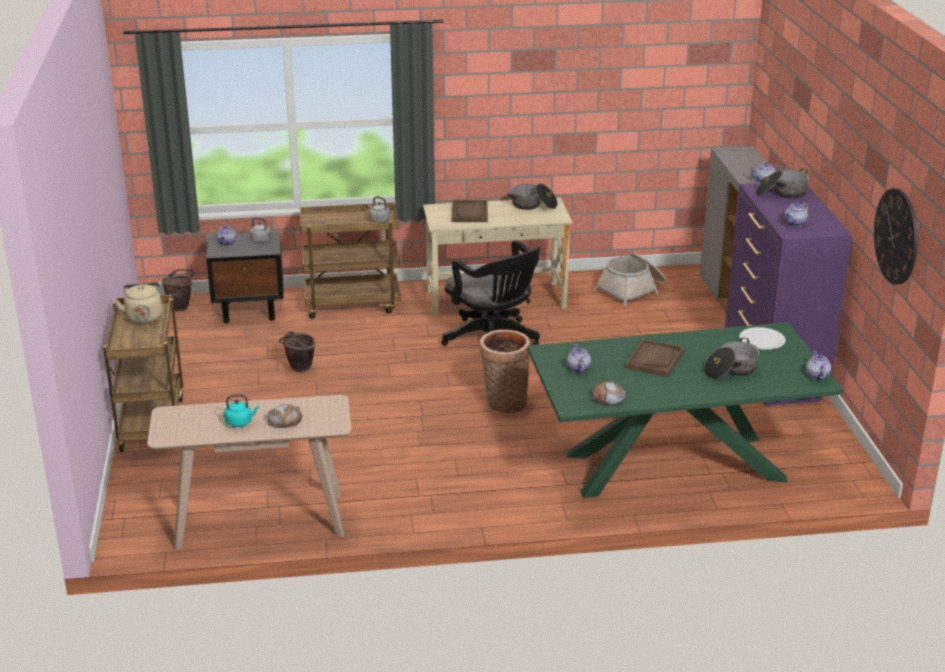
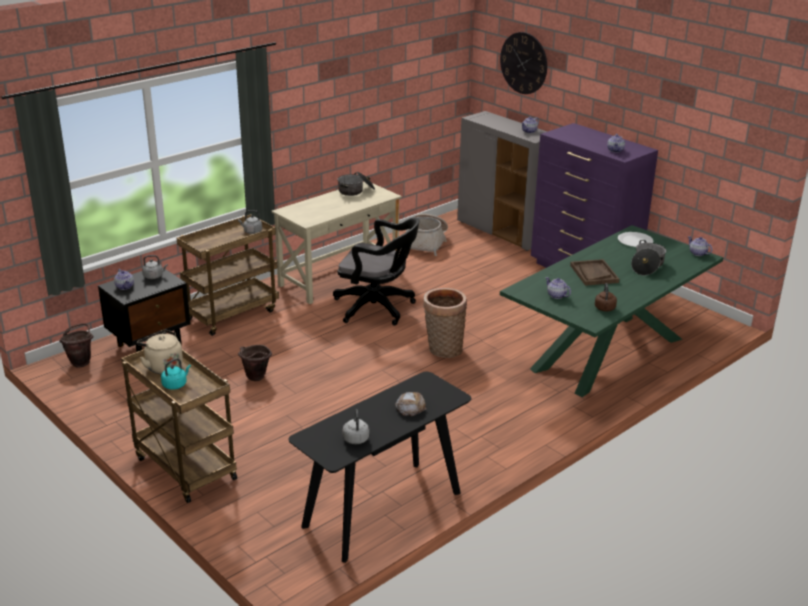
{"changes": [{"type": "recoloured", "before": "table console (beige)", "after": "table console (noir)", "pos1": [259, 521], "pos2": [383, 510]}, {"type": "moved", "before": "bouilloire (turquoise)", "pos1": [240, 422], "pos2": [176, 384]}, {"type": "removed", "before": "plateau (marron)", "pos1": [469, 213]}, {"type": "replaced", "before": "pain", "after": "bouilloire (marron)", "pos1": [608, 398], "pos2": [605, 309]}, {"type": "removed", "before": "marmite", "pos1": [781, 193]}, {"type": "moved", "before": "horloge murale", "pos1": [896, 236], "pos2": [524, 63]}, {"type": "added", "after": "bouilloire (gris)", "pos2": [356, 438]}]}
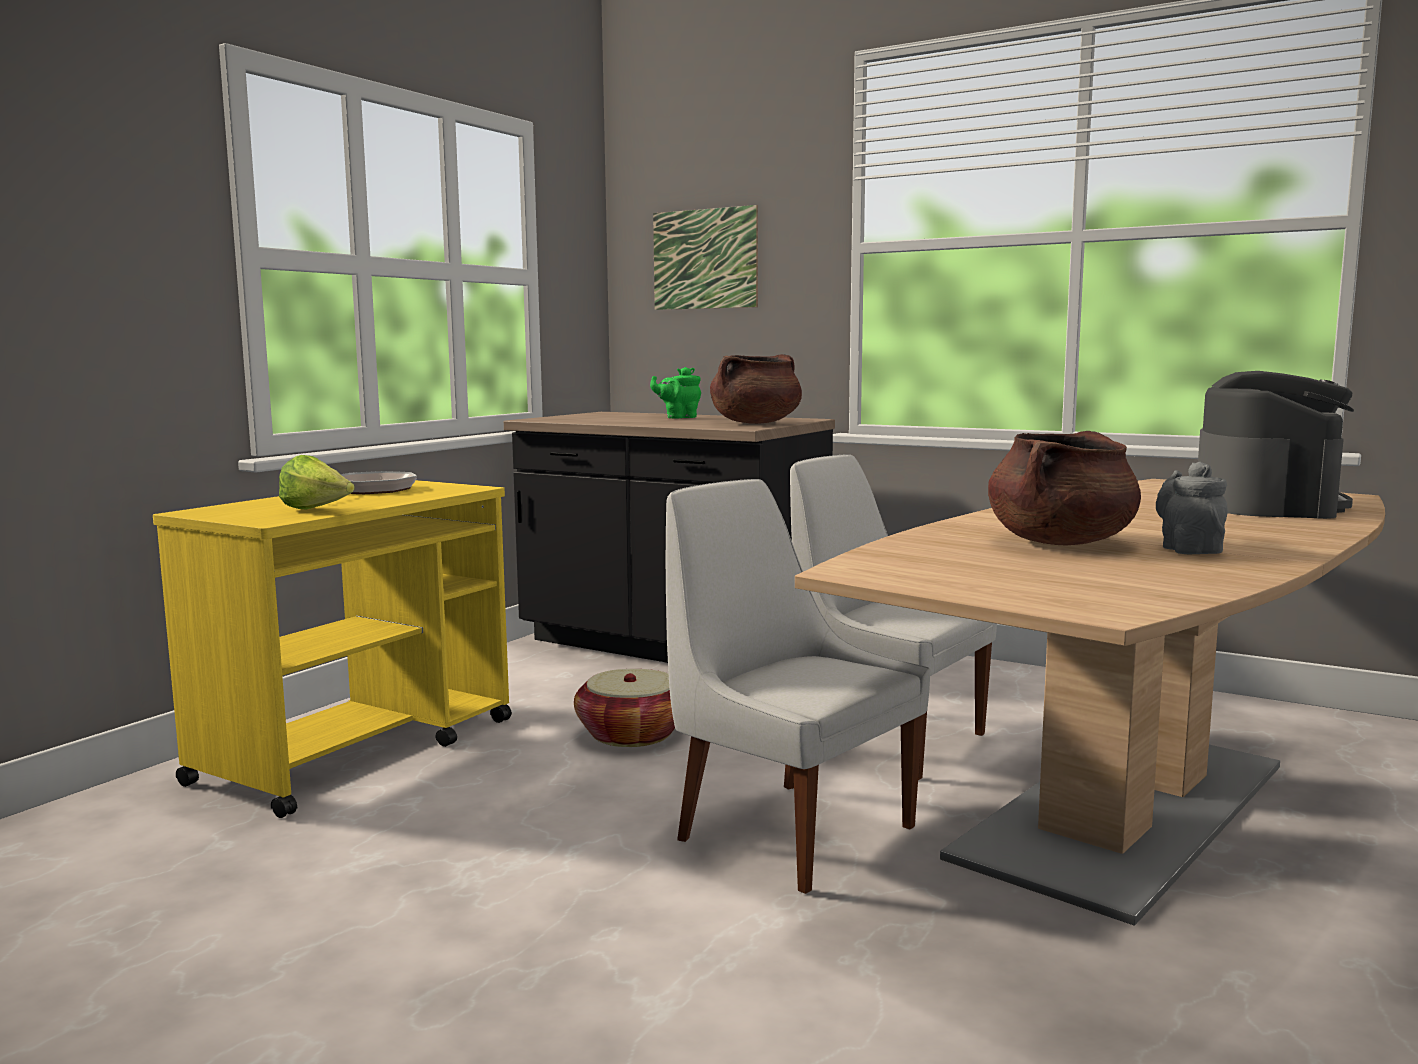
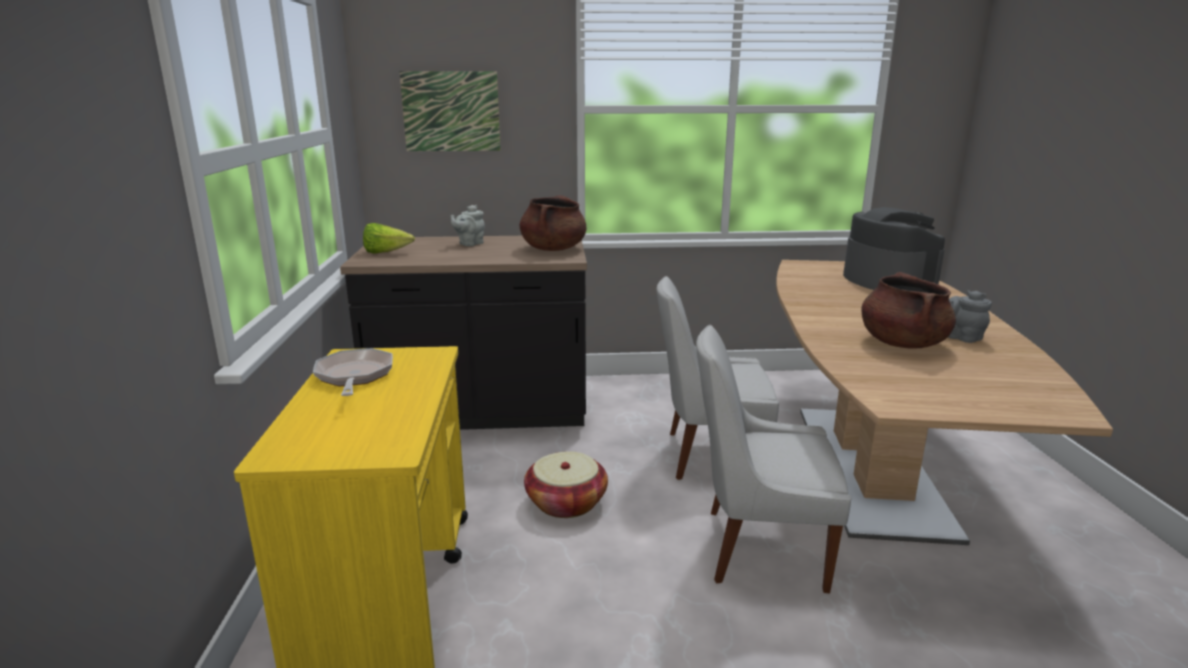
{"changes": [{"type": "moved", "before": "laitue", "pos1": [318, 510], "pos2": [386, 253]}, {"type": "recoloured", "before": "théière (vert)", "after": "théière (gris)", "pos1": [678, 417], "pos2": [469, 244]}]}
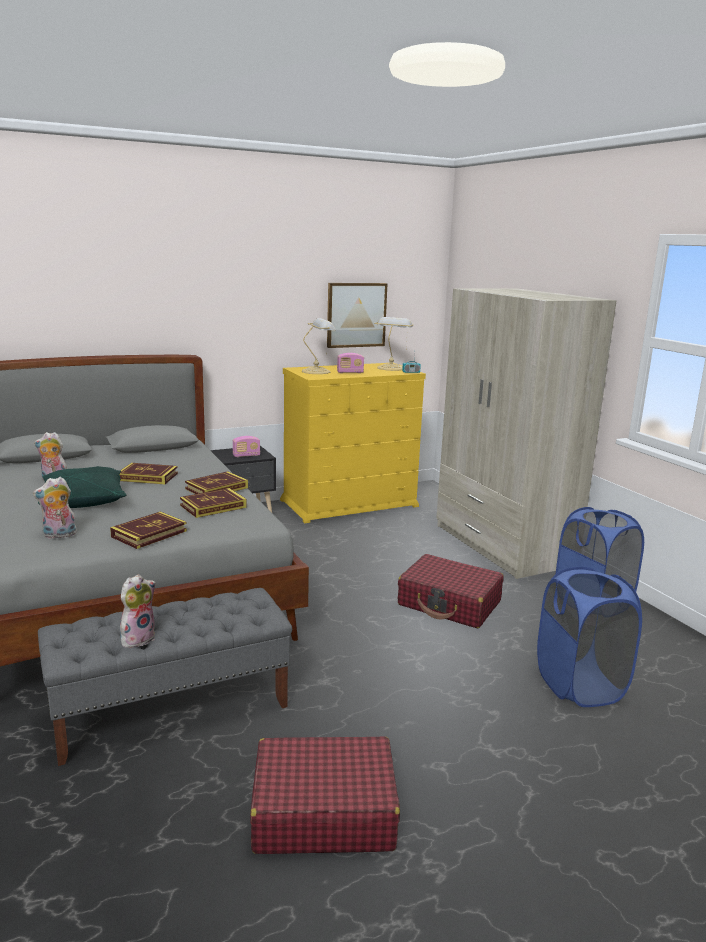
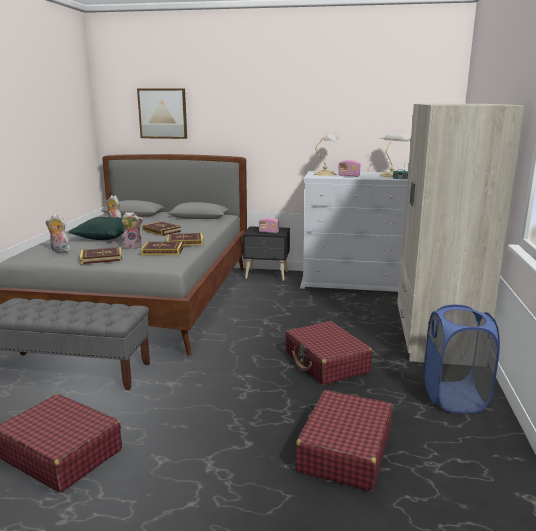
{"changes": [{"type": "moved", "before": "peluche", "pos1": [138, 638], "pos2": [133, 247]}, {"type": "recoloured", "before": "commode (jaune)", "after": "commode (blanc)", "pos1": [349, 503], "pos2": [351, 282]}, {"type": "moved", "before": "tableau", "pos1": [356, 315], "pos2": [163, 113]}, {"type": "replaced", "before": "panier à linge (bleu)", "after": "valise (rouge)", "pos1": [580, 685], "pos2": [344, 451]}]}
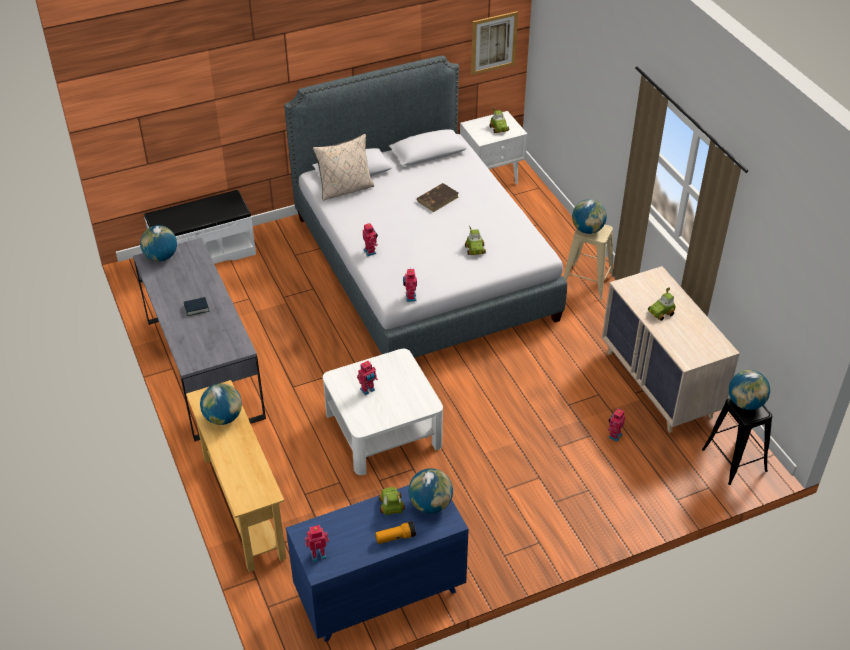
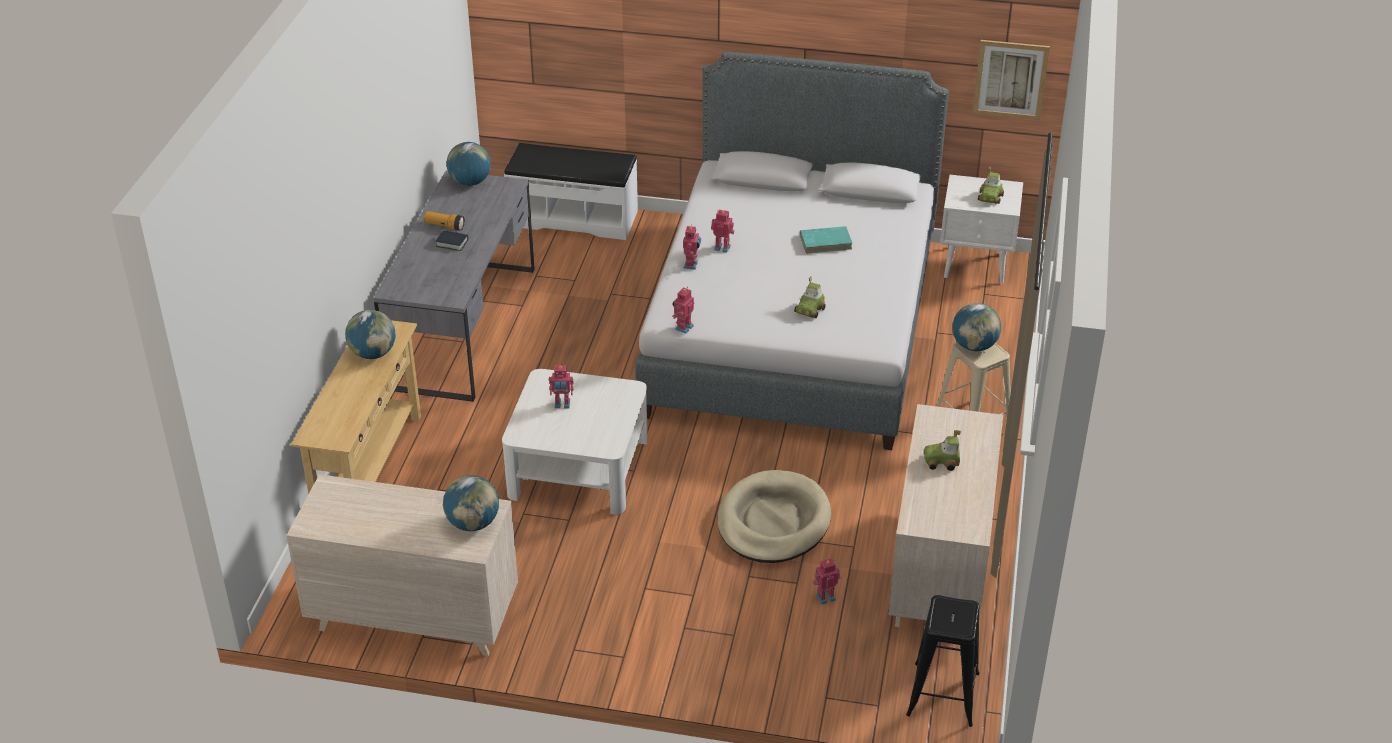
{"changes": [{"type": "recoloured", "before": "commode (bleu)", "after": "commode (beige)", "pos1": [379, 594], "pos2": [413, 617]}, {"type": "moved", "before": "robot jouet", "pos1": [318, 554], "pos2": [722, 247]}, {"type": "removed", "before": "coussin (beige)", "pos1": [345, 189]}, {"type": "moved", "before": "lampe de poche", "pos1": [395, 537], "pos2": [444, 226]}, {"type": "removed", "before": "petite voiture", "pos1": [391, 505]}, {"type": "recoloured", "before": "livre (marron)", "after": "livre (turquoise)", "pos1": [438, 199], "pos2": [826, 242]}, {"type": "removed", "before": "globe", "pos1": [745, 403]}, {"type": "added", "after": "panier pour chien (beige)", "pos2": [773, 522]}]}
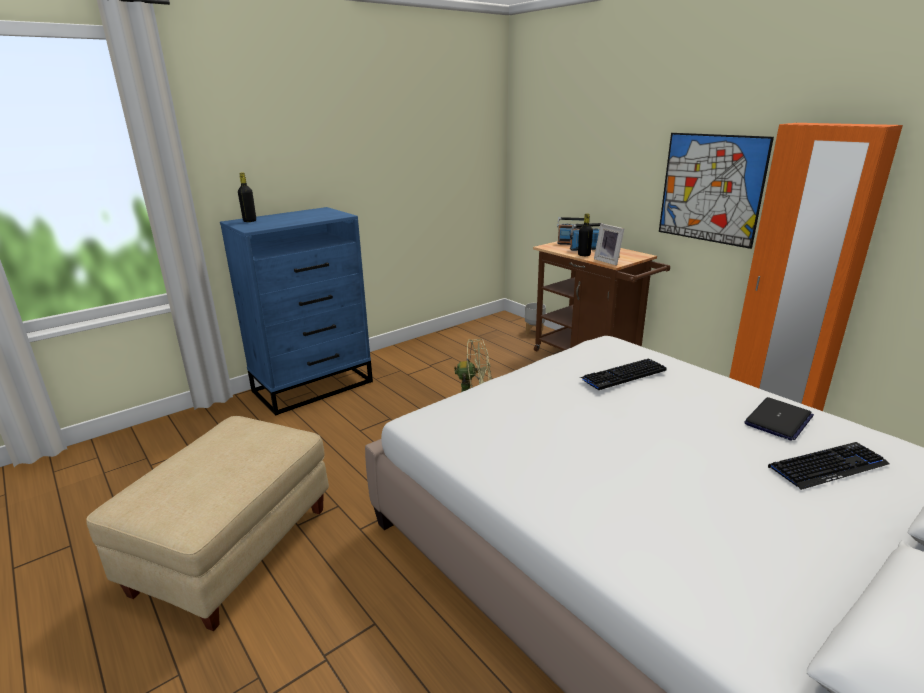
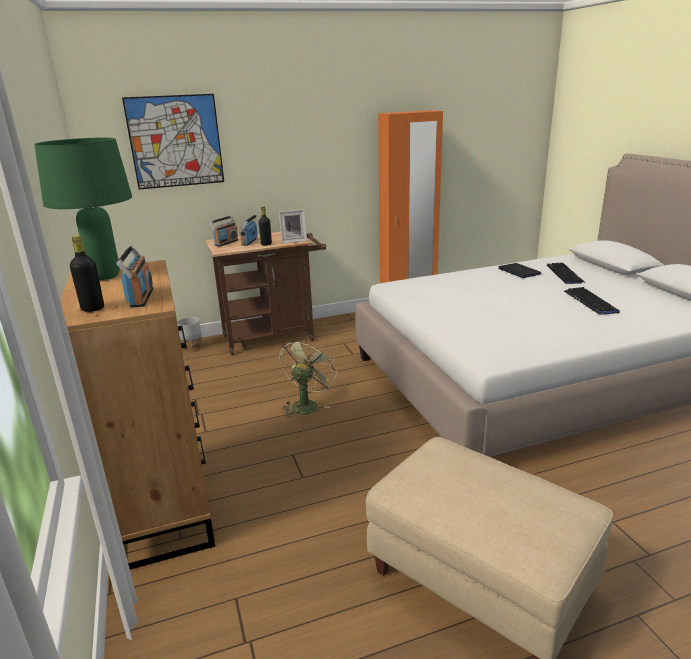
{"changes": [{"type": "recoloured", "before": "commode (bleu)", "after": "commode (marron)", "pos1": [314, 386], "pos2": [164, 506]}, {"type": "moved", "before": "clavier", "pos1": [623, 375], "pos2": [590, 302]}, {"type": "moved", "before": "tableau", "pos1": [711, 188], "pos2": [175, 141]}, {"type": "added", "after": "lampe de table (vert)", "pos2": [105, 277]}, {"type": "added", "after": "radio", "pos2": [141, 298]}]}
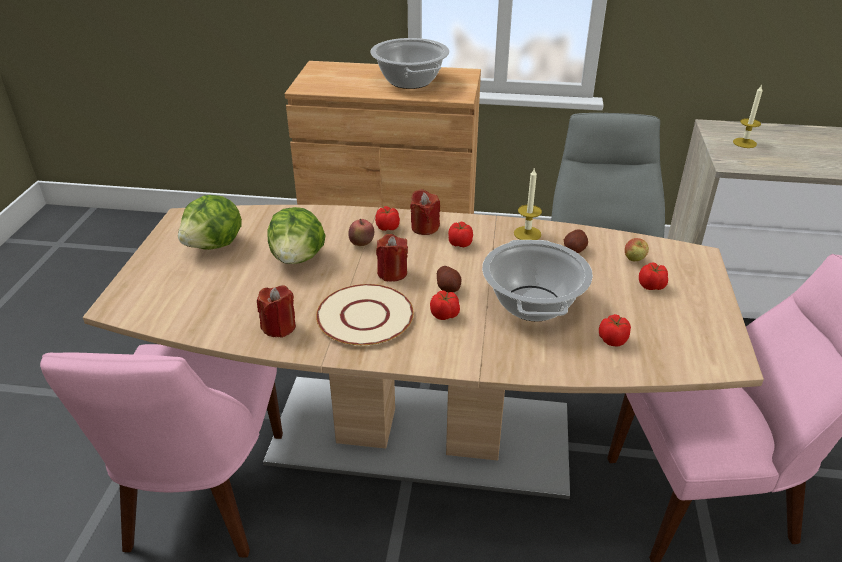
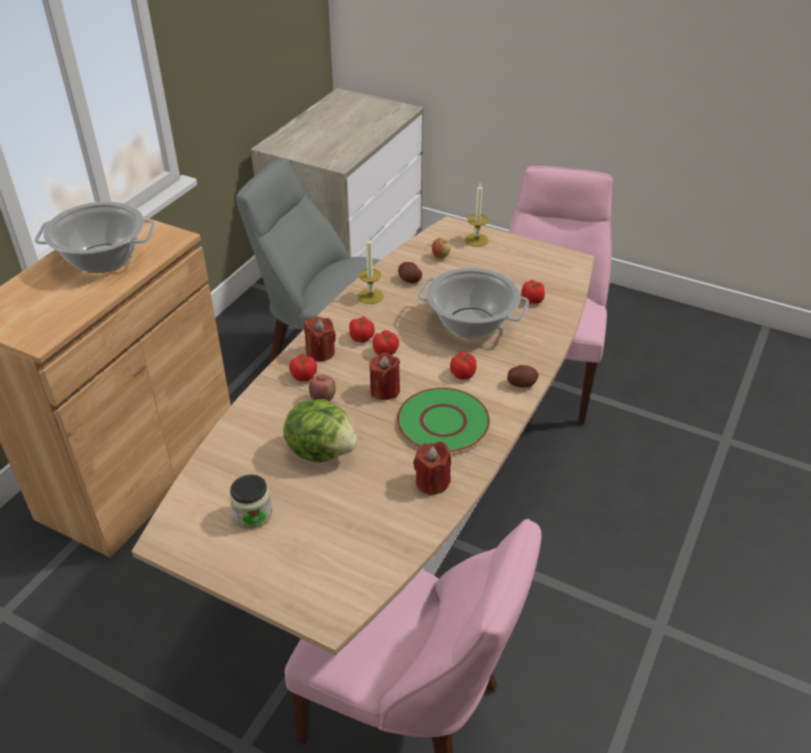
{"changes": [{"type": "replaced", "before": "laitue", "after": "bocal", "pos1": [215, 245], "pos2": [253, 514]}, {"type": "recoloured", "before": "assiette (beige)", "after": "assiette (vert)", "pos1": [365, 316], "pos2": [443, 421]}, {"type": "moved", "before": "pomme de terre", "pos1": [448, 288], "pos2": [521, 383]}, {"type": "moved", "before": "tomate", "pos1": [652, 286], "pos2": [386, 351]}, {"type": "moved", "before": "bougie", "pos1": [744, 143], "pos2": [476, 240]}]}
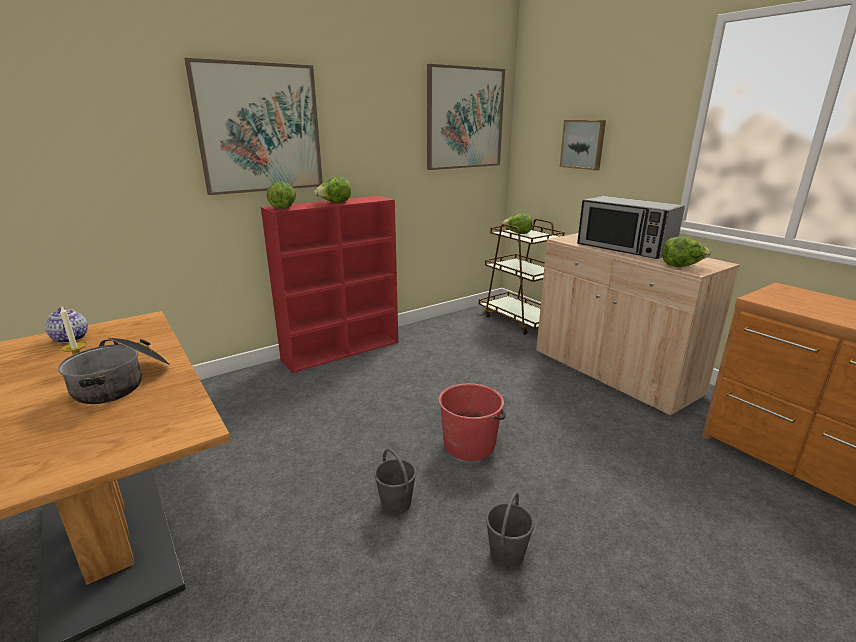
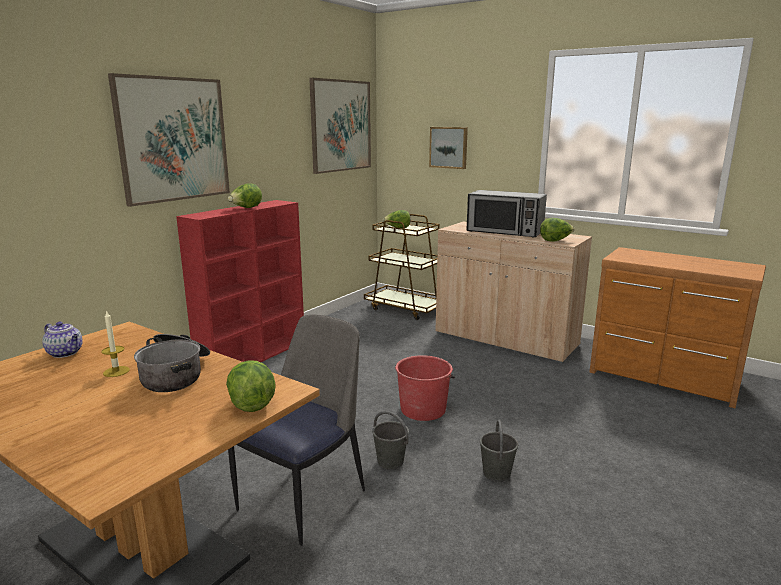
{"changes": [{"type": "moved", "before": "laitue", "pos1": [283, 208], "pos2": [252, 403]}, {"type": "added", "after": "chaise", "pos2": [304, 497]}]}
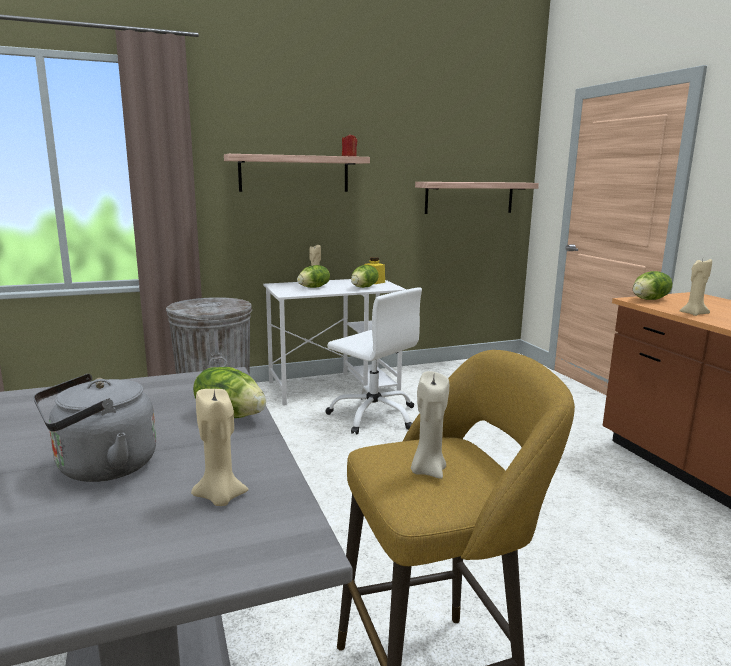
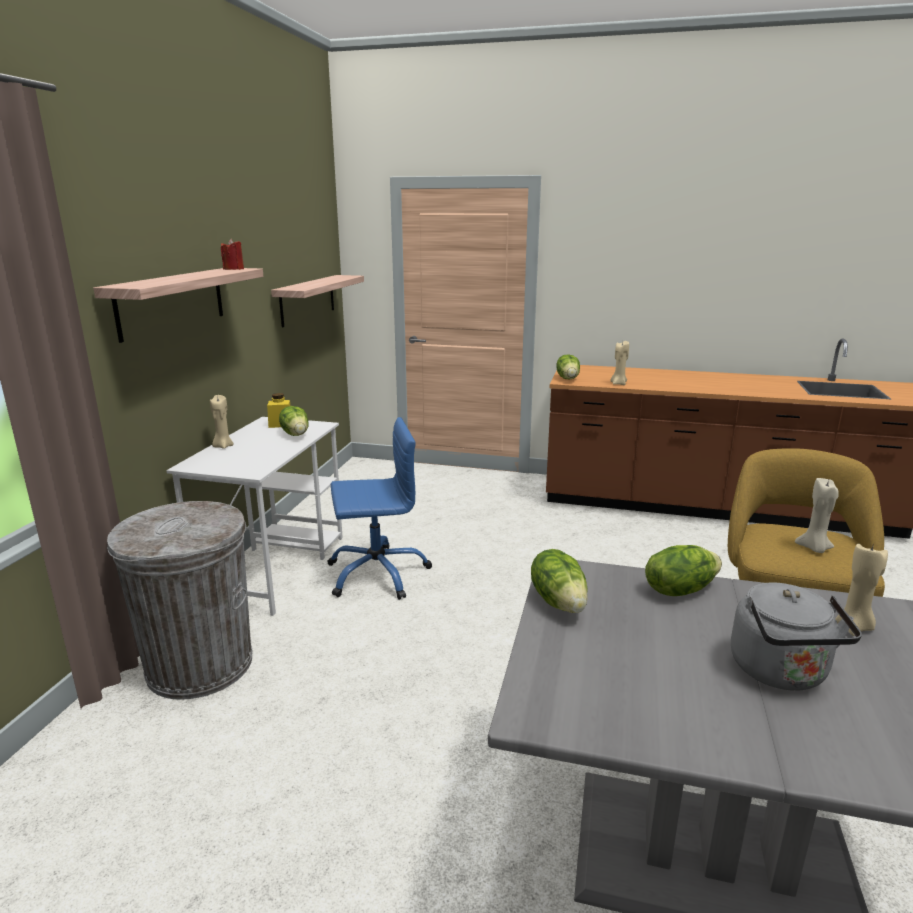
{"changes": [{"type": "moved", "before": "laitue", "pos1": [314, 287], "pos2": [559, 601]}, {"type": "recoloured", "before": "chaise de bureau (blanc)", "after": "chaise de bureau (bleu)", "pos1": [374, 415], "pos2": [377, 573]}]}
